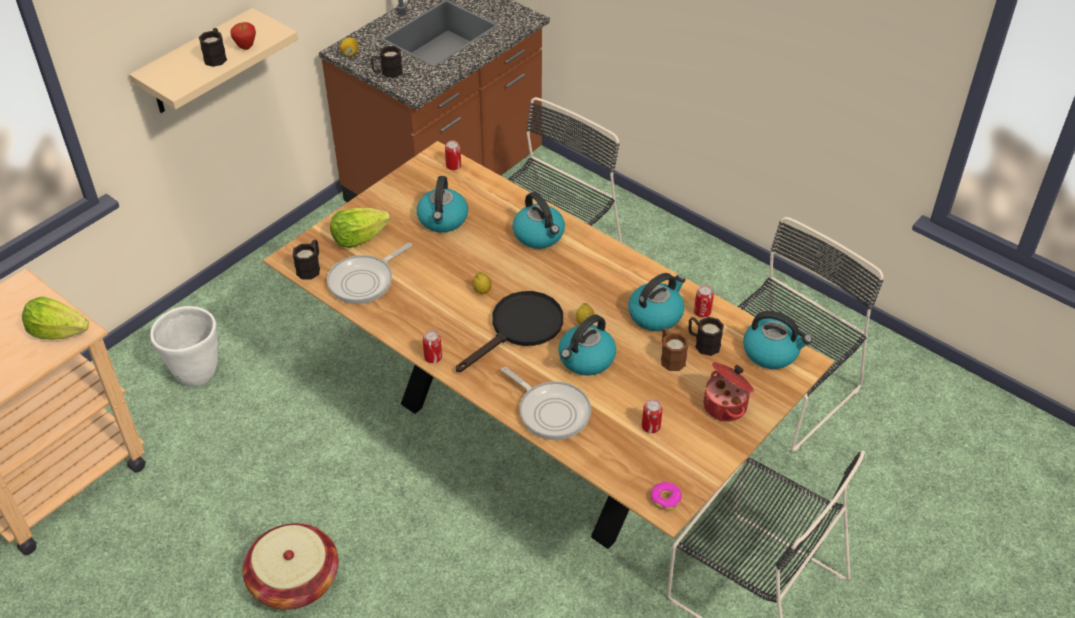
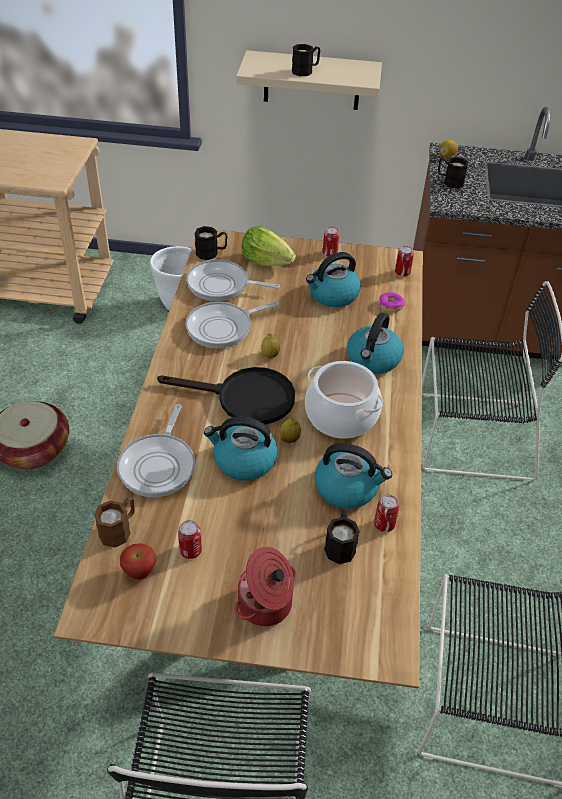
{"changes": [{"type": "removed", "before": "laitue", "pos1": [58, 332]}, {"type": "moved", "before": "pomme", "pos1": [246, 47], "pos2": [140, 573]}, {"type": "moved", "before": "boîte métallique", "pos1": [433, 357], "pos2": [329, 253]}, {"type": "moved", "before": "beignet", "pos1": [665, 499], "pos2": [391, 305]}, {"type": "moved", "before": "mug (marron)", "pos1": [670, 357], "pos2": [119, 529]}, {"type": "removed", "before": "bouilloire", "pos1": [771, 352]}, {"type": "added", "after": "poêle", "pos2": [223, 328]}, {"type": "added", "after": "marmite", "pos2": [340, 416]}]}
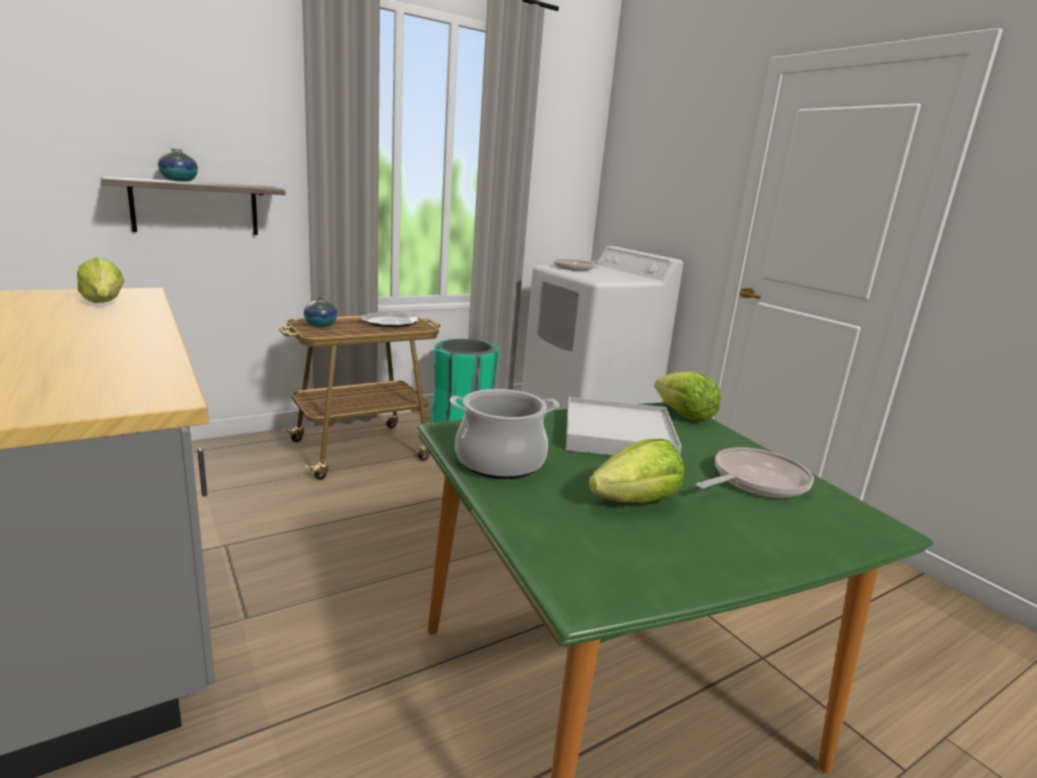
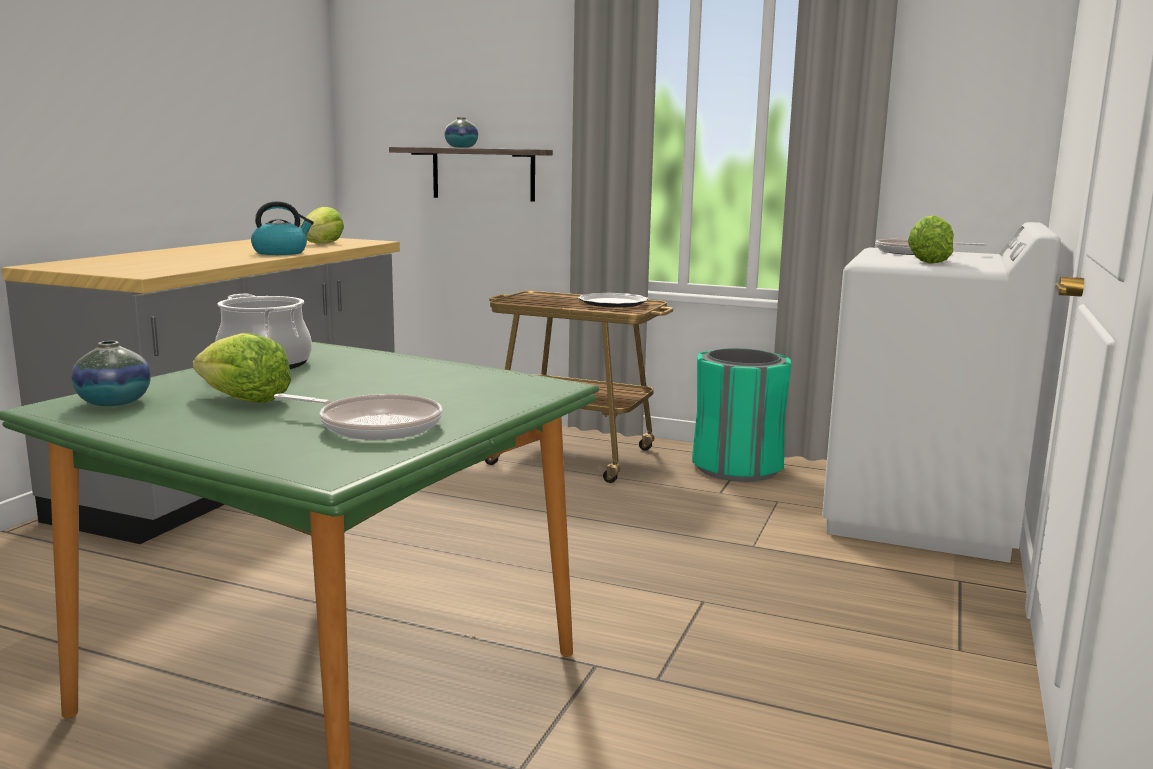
{"changes": [{"type": "moved", "before": "vase", "pos1": [320, 325], "pos2": [114, 402]}, {"type": "removed", "before": "plateau (blanc)", "pos1": [617, 434]}, {"type": "moved", "before": "laitue", "pos1": [683, 415], "pos2": [928, 262]}, {"type": "added", "after": "bouilloire", "pos2": [281, 252]}]}
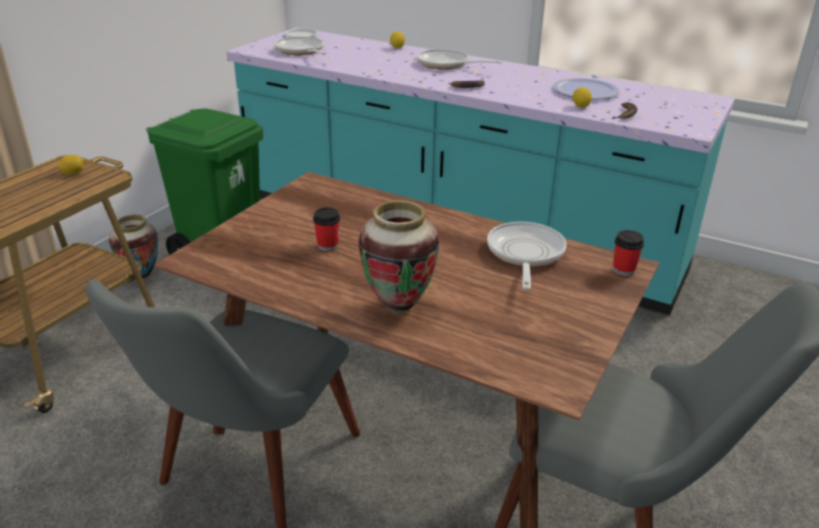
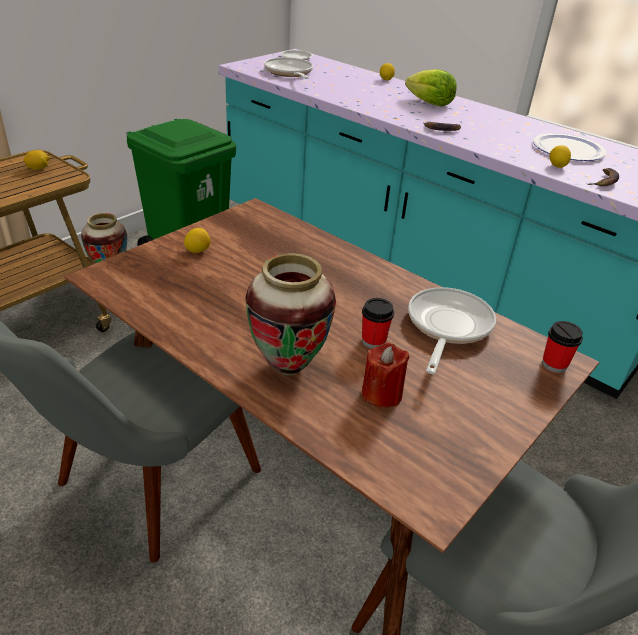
{"changes": [{"type": "moved", "before": "tasse", "pos1": [328, 245], "pos2": [373, 341]}, {"type": "replaced", "before": "poêle", "after": "laitue", "pos1": [447, 65], "pos2": [429, 103]}, {"type": "added", "after": "citron", "pos2": [197, 251]}, {"type": "added", "after": "bougie (rouge)", "pos2": [381, 394]}]}
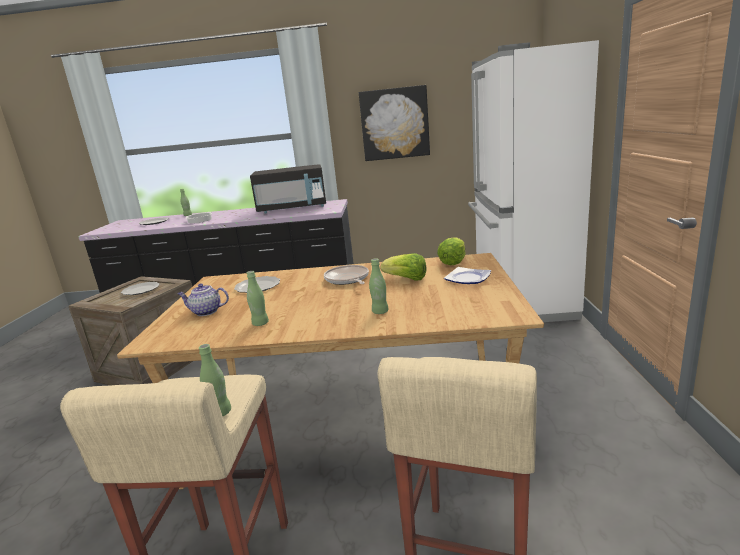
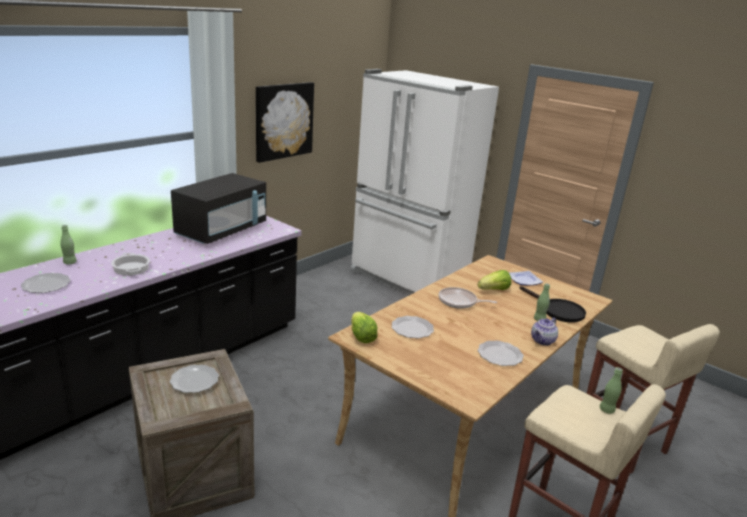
{"changes": [{"type": "moved", "before": "théière", "pos1": [206, 312], "pos2": [542, 341]}, {"type": "replaced", "before": "bouteille (vert)", "after": "assiette", "pos1": [260, 323], "pos2": [500, 355]}, {"type": "moved", "before": "laitue", "pos1": [453, 262], "pos2": [361, 337]}, {"type": "added", "after": "poêle (noir)", "pos2": [557, 310]}]}
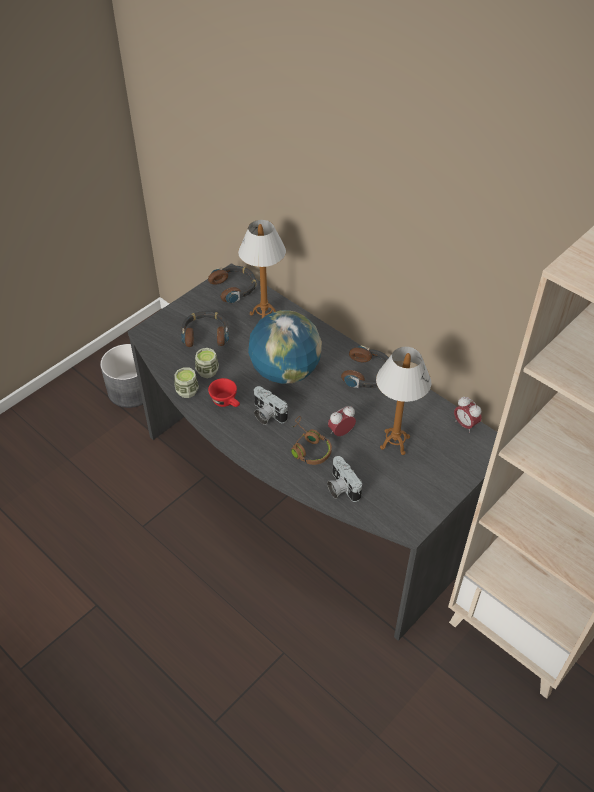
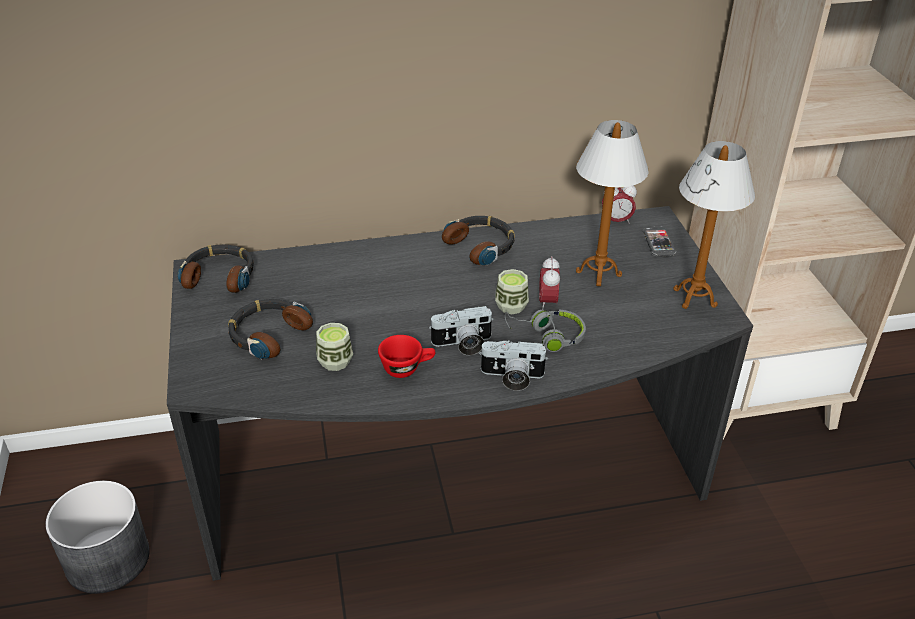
{"changes": [{"type": "moved", "before": "tasse", "pos1": [187, 391], "pos2": [511, 306]}, {"type": "moved", "before": "lampe de table", "pos1": [264, 315], "pos2": [694, 298]}, {"type": "removed", "before": "globe", "pos1": [285, 372]}, {"type": "recoloured", "before": "casque audio (marron)", "after": "casque audio (gris)", "pos1": [308, 447], "pos2": [547, 336]}, {"type": "moved", "before": "appareil photo", "pos1": [341, 487], "pos2": [511, 377]}, {"type": "added", "after": "téléphone", "pos2": [659, 243]}]}
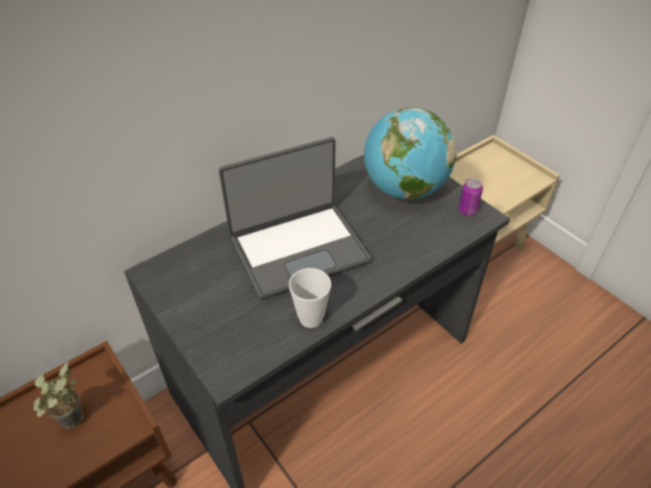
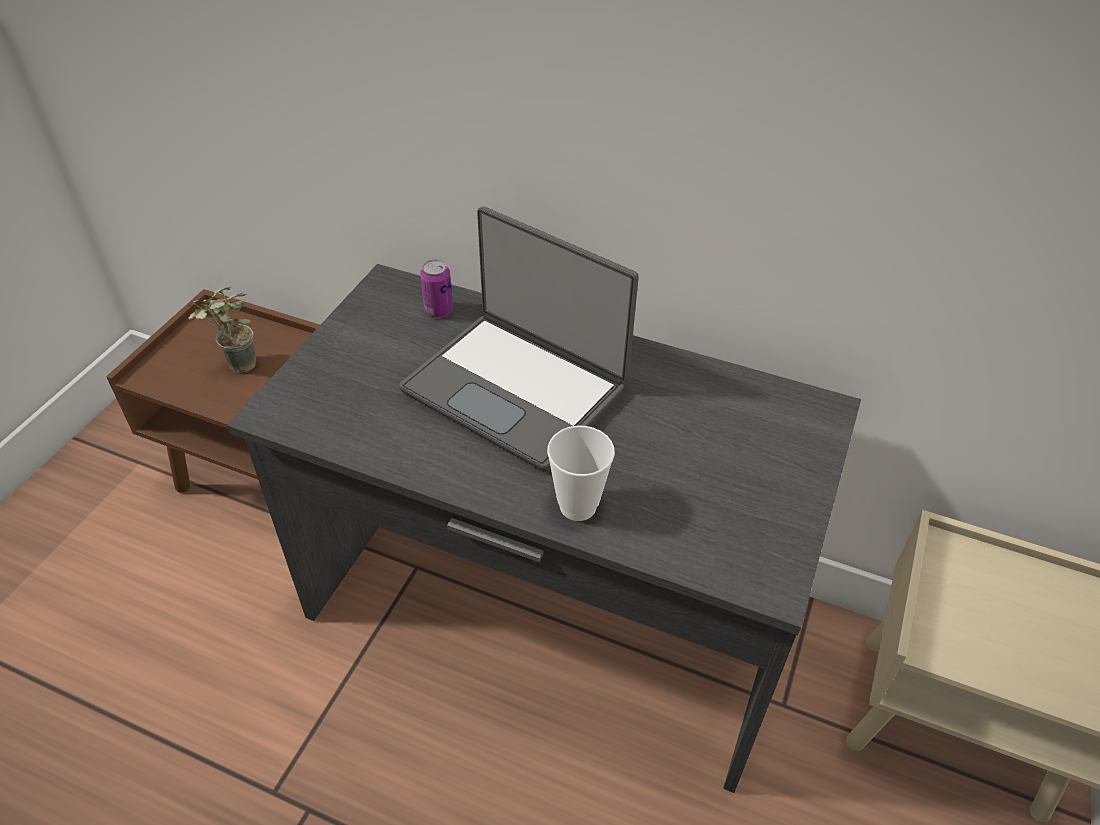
{"changes": [{"type": "moved", "before": "tasse", "pos1": [311, 318], "pos2": [578, 506]}, {"type": "removed", "before": "globe", "pos1": [404, 189]}, {"type": "moved", "before": "boîte métallique", "pos1": [467, 210], "pos2": [438, 310]}]}
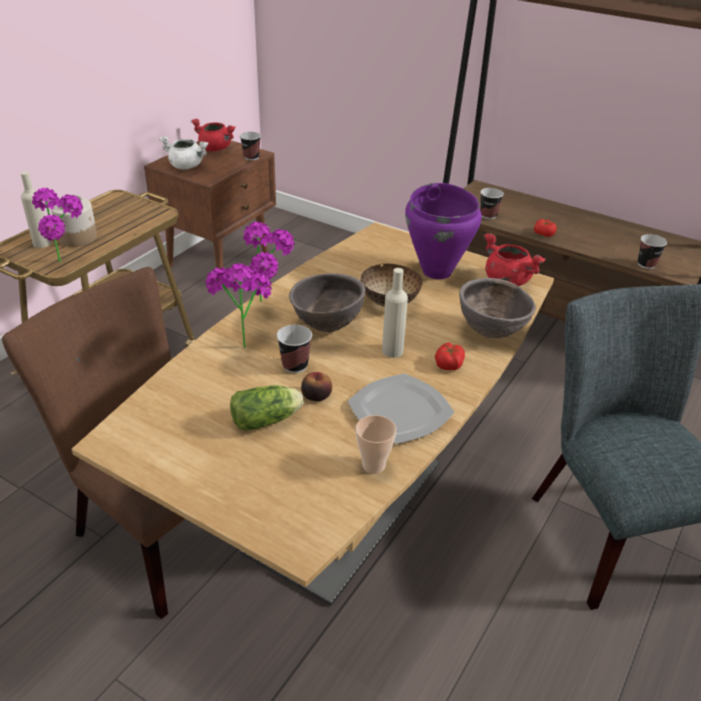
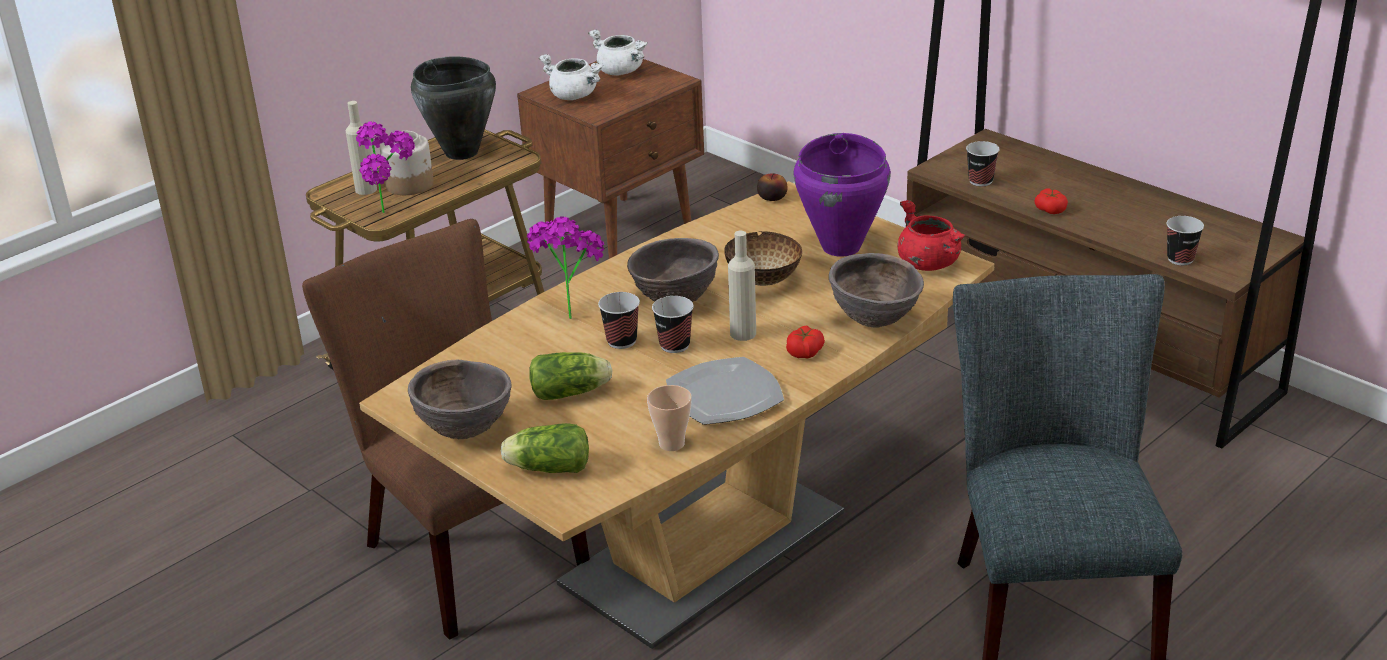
{"changes": [{"type": "recoloured", "before": "marmite (rouge)", "after": "marmite (blanc)", "pos1": [216, 148], "pos2": [621, 72]}, {"type": "moved", "before": "tasse", "pos1": [251, 157], "pos2": [674, 345]}, {"type": "removed", "before": "plante en pot", "pos1": [271, 303]}, {"type": "moved", "before": "pomme", "pos1": [316, 395], "pos2": [772, 197]}, {"type": "added", "after": "bol (marron)", "pos2": [465, 432]}, {"type": "added", "after": "marmite (noir)", "pos2": [461, 153]}, {"type": "added", "after": "laitue", "pos2": [546, 468]}]}
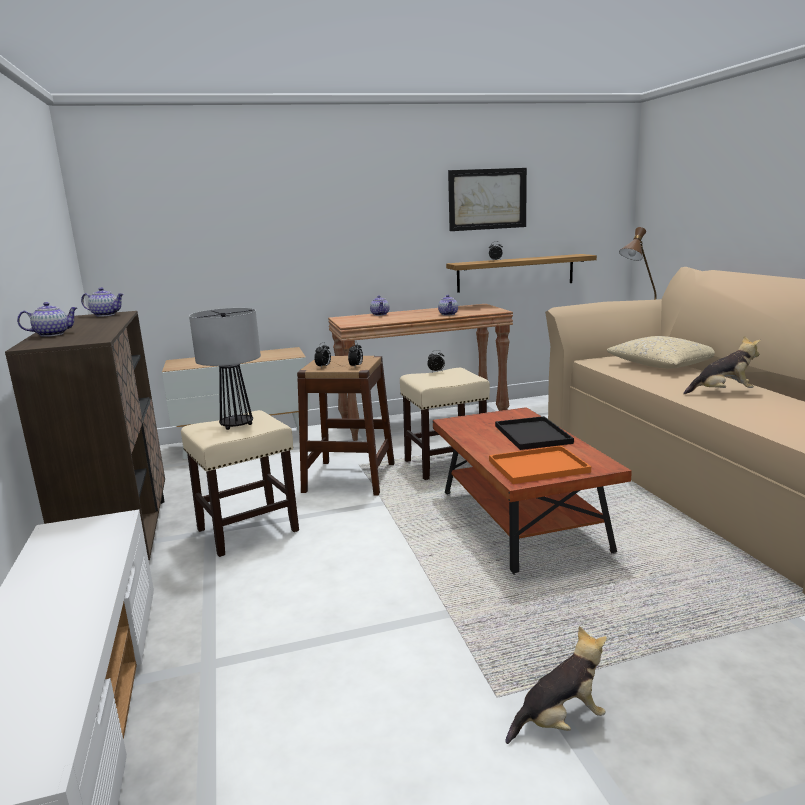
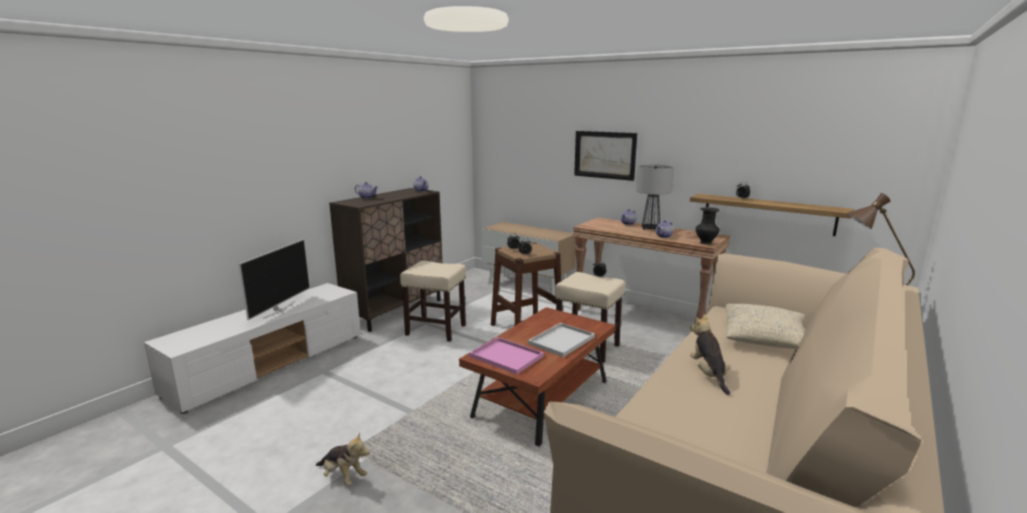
{"changes": [{"type": "moved", "before": "lampe de table", "pos1": [236, 425], "pos2": [650, 229]}, {"type": "moved", "before": "tableau", "pos1": [487, 199], "pos2": [605, 155]}, {"type": "recoloured", "before": "plateau (orange)", "after": "plateau (rose)", "pos1": [539, 466], "pos2": [507, 356]}, {"type": "recoloured", "before": "plateau (noir)", "after": "plateau (blanc)", "pos1": [534, 435], "pos2": [561, 341]}, {"type": "turned", "before": "peluche", "pos1": [722, 393], "pos2": [708, 374], "turn": -150}, {"type": "added", "after": "téléviseur", "pos2": [278, 310]}, {"type": "added", "after": "vase (noir)", "pos2": [706, 243]}]}
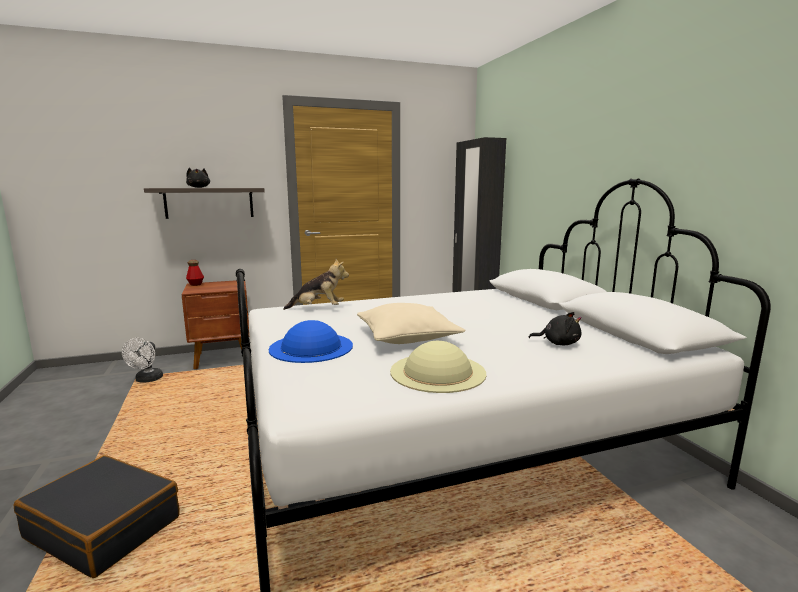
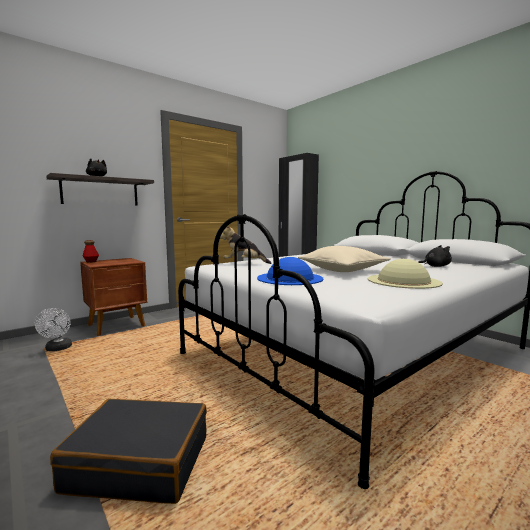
{"changes": [{"type": "turned", "before": "peluche", "pos1": [318, 309], "pos2": [244, 263], "turn": -150}]}
